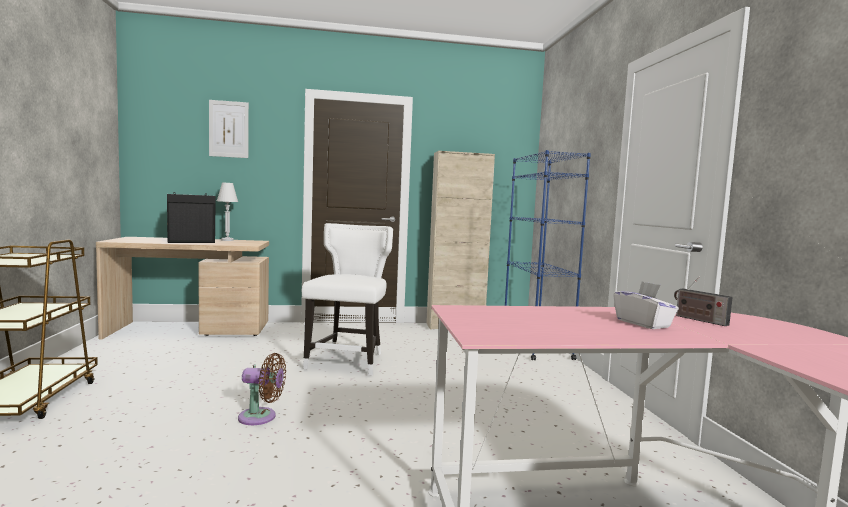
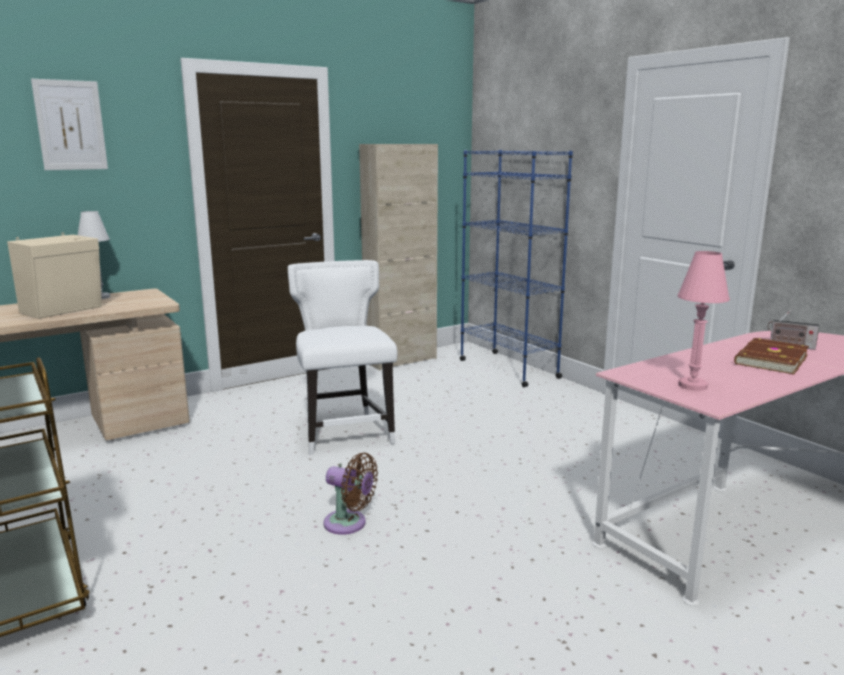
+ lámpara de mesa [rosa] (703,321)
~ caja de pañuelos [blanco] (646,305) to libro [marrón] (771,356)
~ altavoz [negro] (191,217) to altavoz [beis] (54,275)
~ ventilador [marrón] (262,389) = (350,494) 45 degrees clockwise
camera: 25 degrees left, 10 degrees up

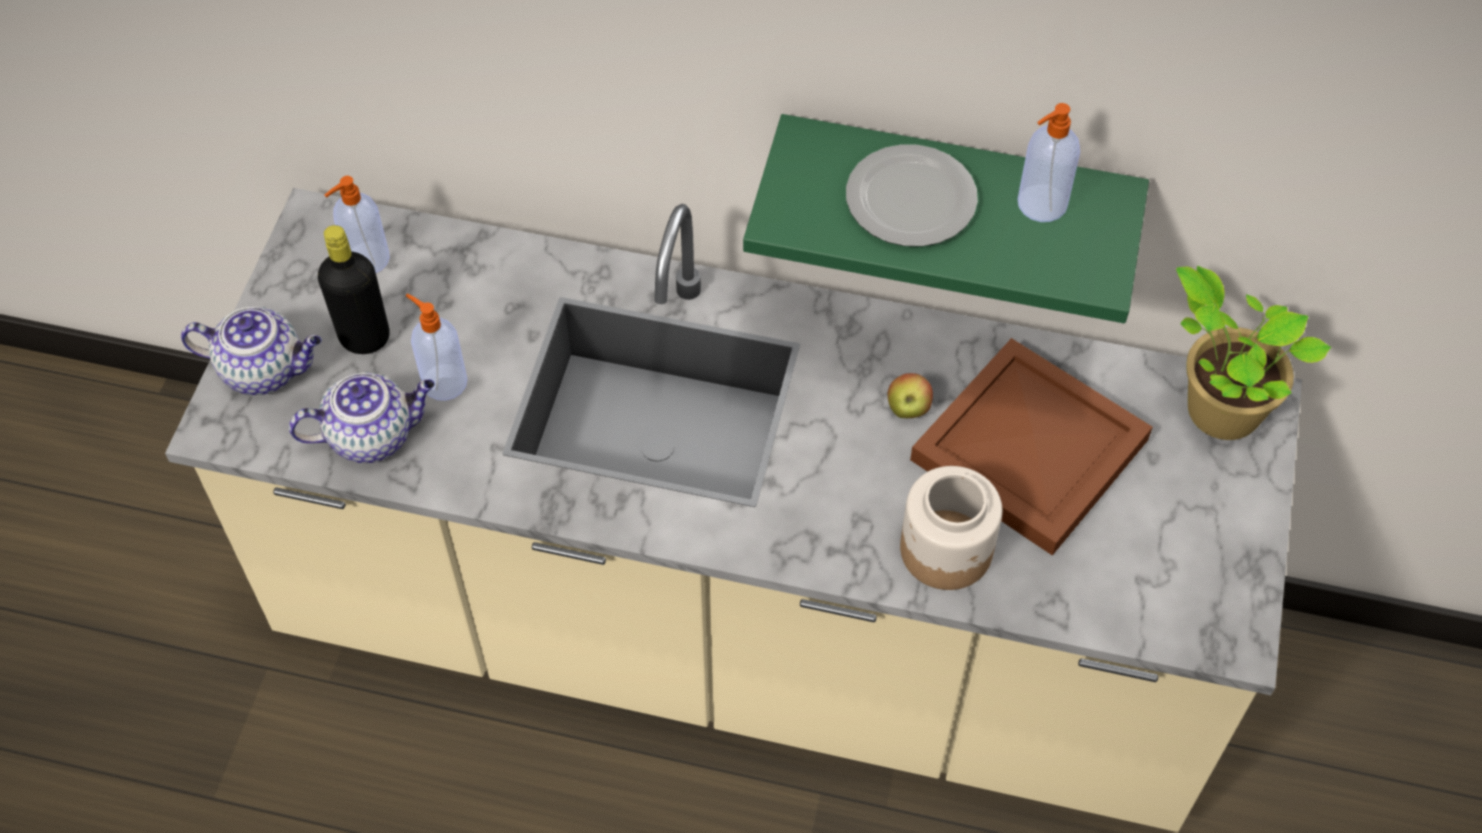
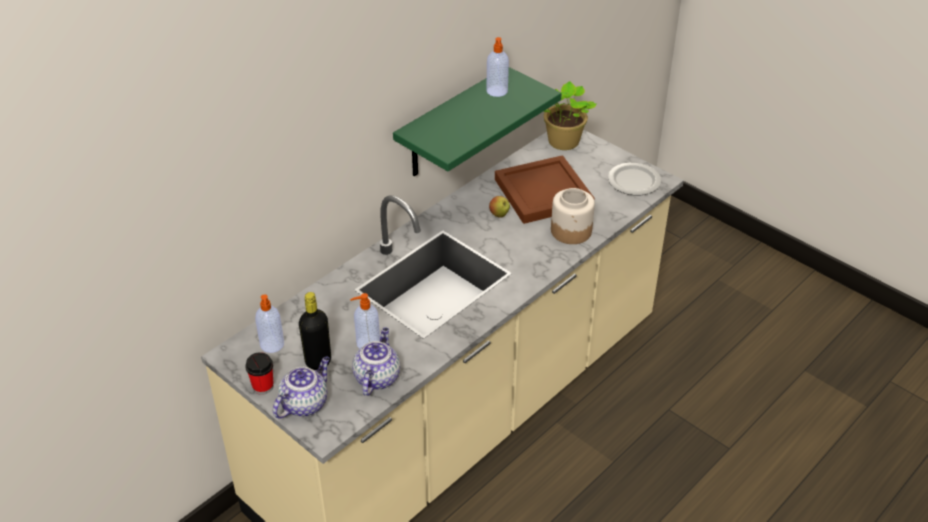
+ taza (259,373)
~ plato (912,195) to (634,179)
camera: 60 degrees left, 15 degrees down

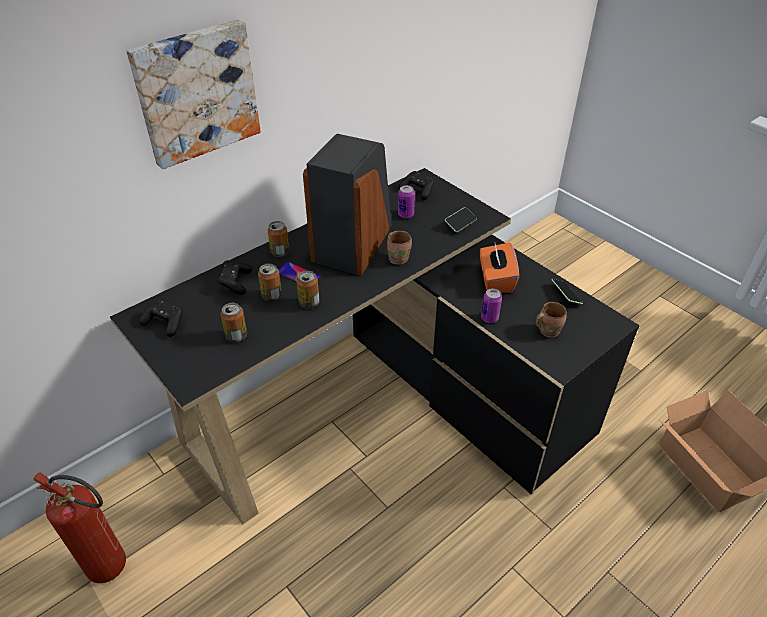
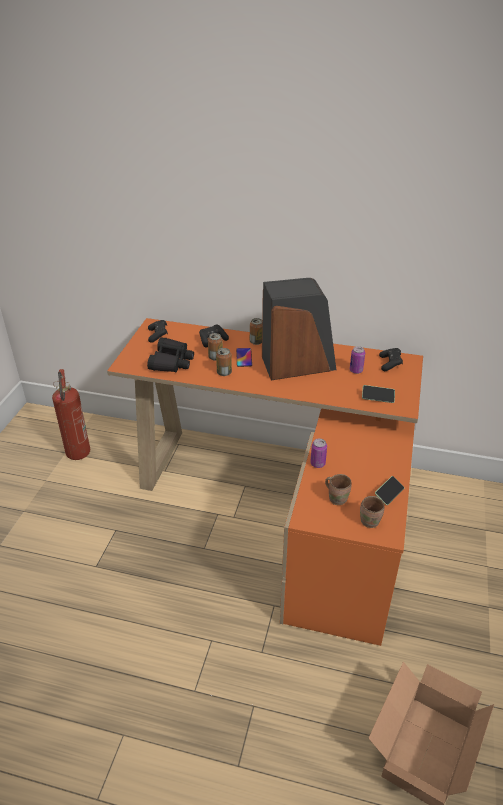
- cuadro (193,94)
- caja de pañuelos [naranja] (499,268)
~ taza grande [marrón] (399,248) to (372,512)
~ lata (234,322) to prismáticos [negro] (170,354)
~ escritorio [negro] (375,346) to escritorio [naranja] (265,482)
camera: 55 degrees right, 5 degrees down

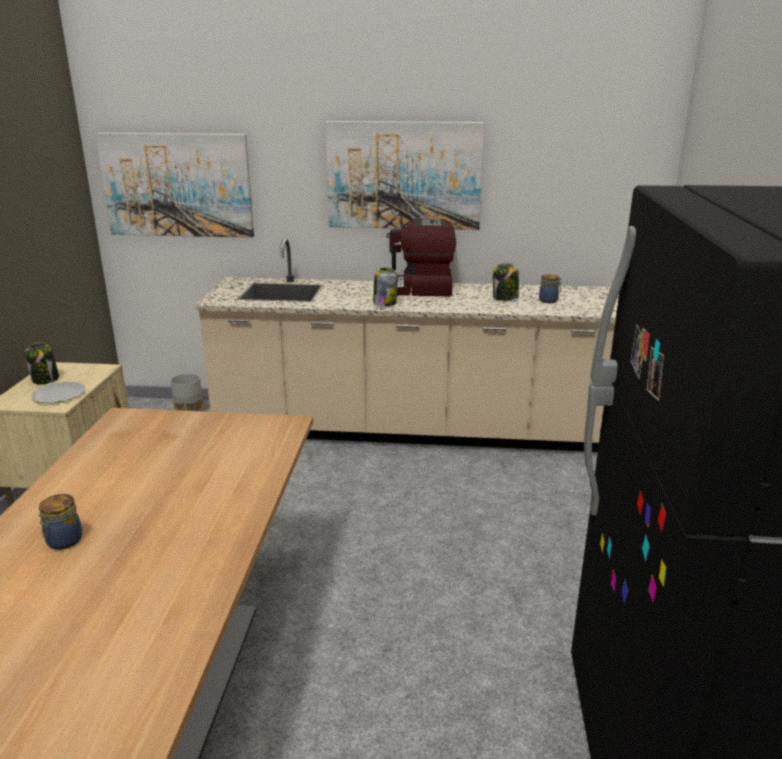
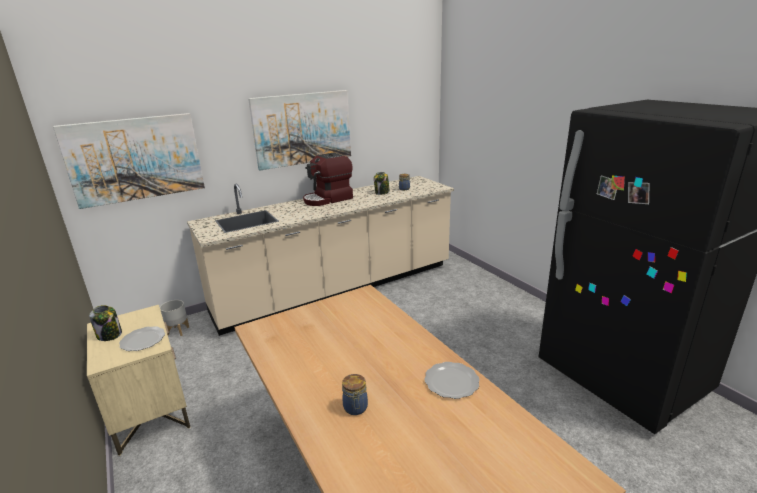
- tarro (385,287)
+ plato (452,380)
camera: 35 degrees left, 0 degrees up

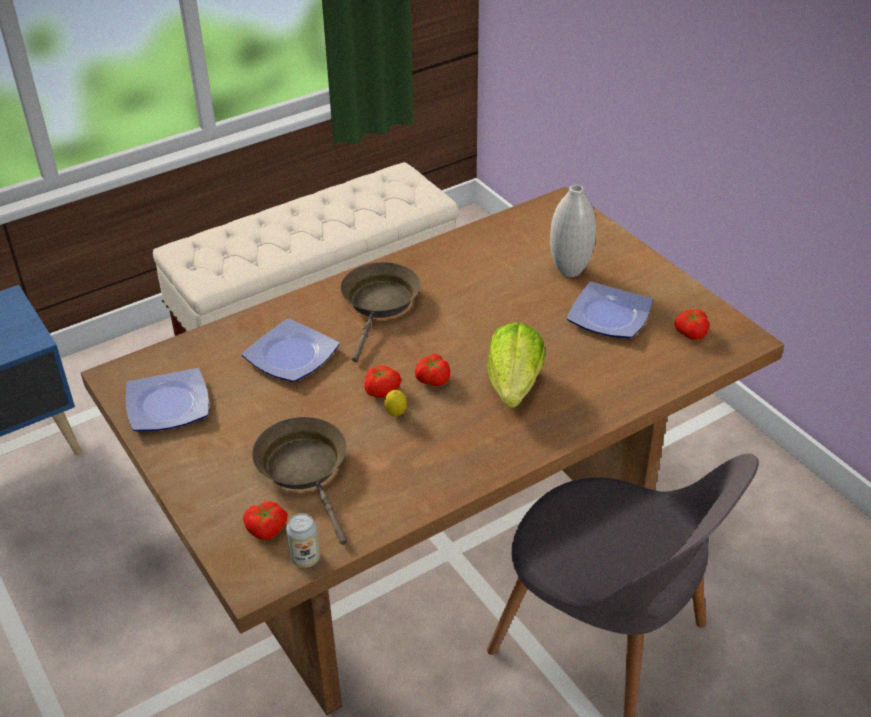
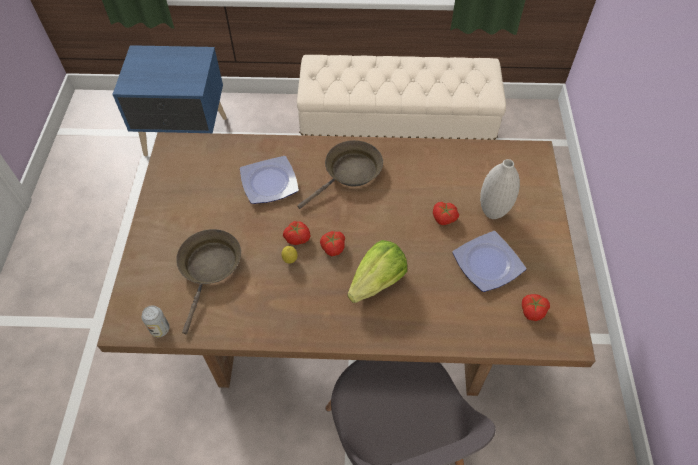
- plato (167,399)
~ tomate (265,521) to (446,213)
camera: 35 degrees right, 15 degrees up

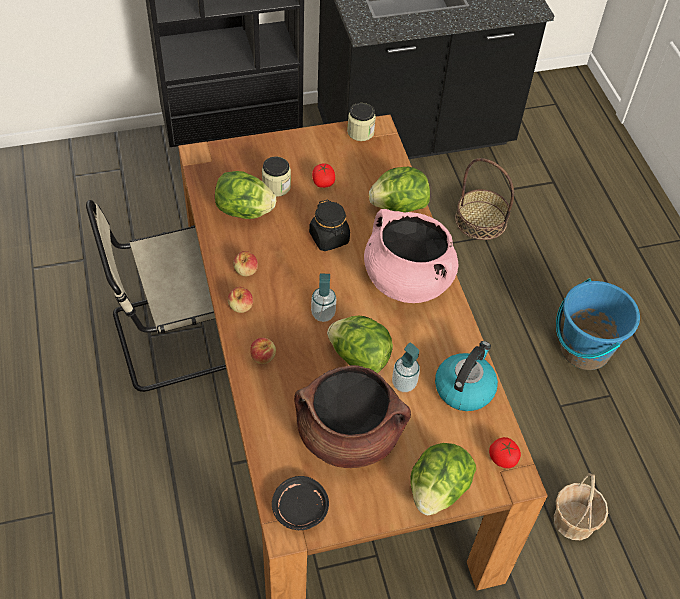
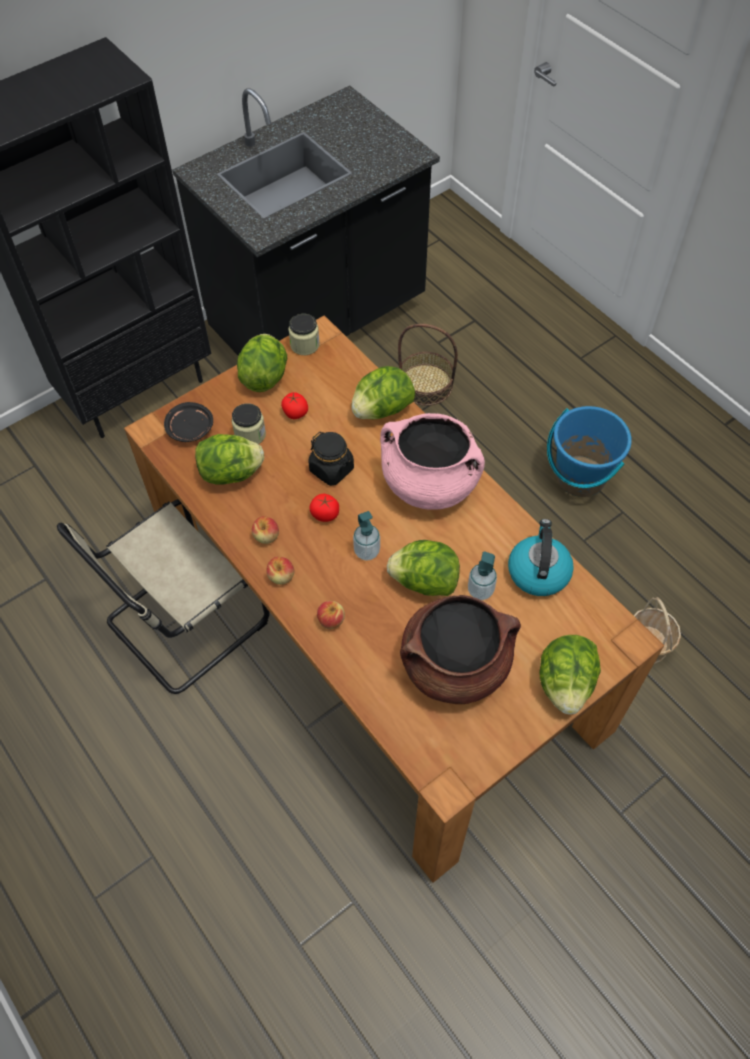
+ lechuga (262,363)
~ plato [negro] (300,503) to (188,422)
~ tomate (505,452) to (324,508)
camera: 20 degrees left, 5 degrees up

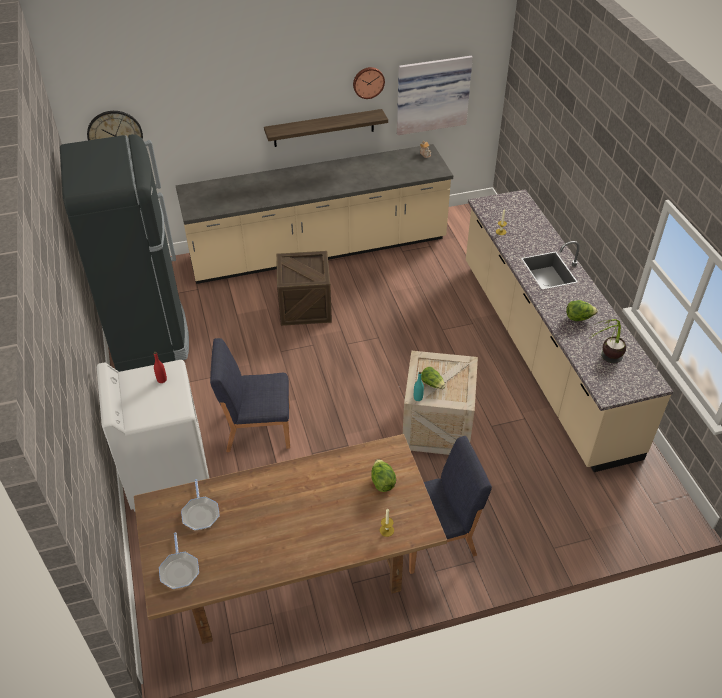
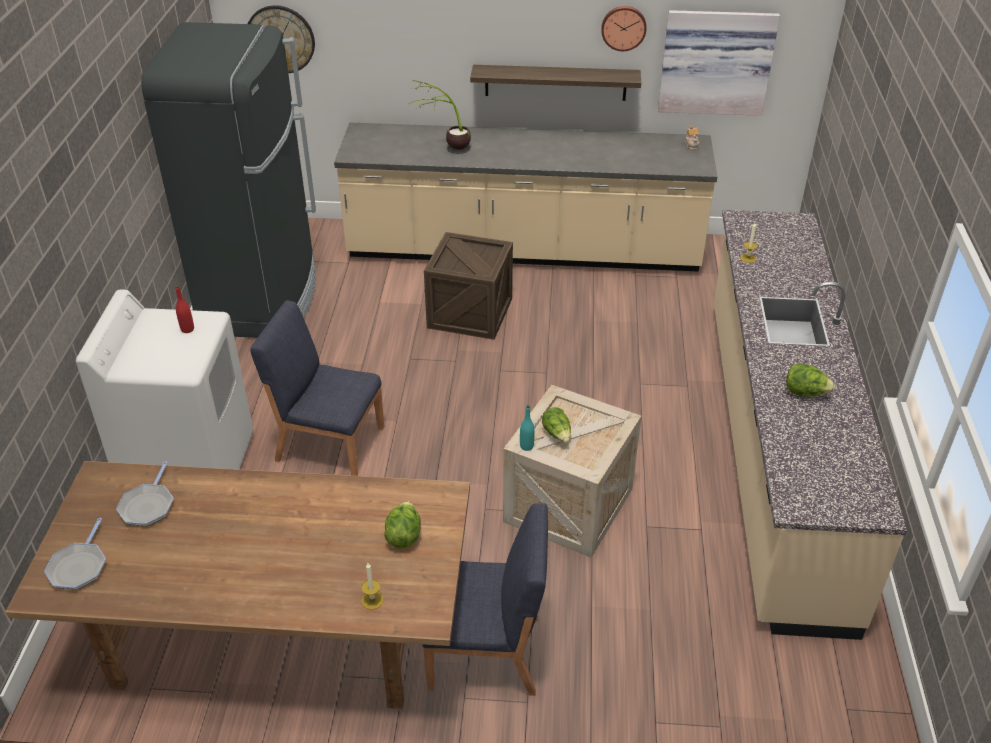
~ planta en maceta (608,341) to (440,117)
camera: 20 degrees right, 5 degrees down

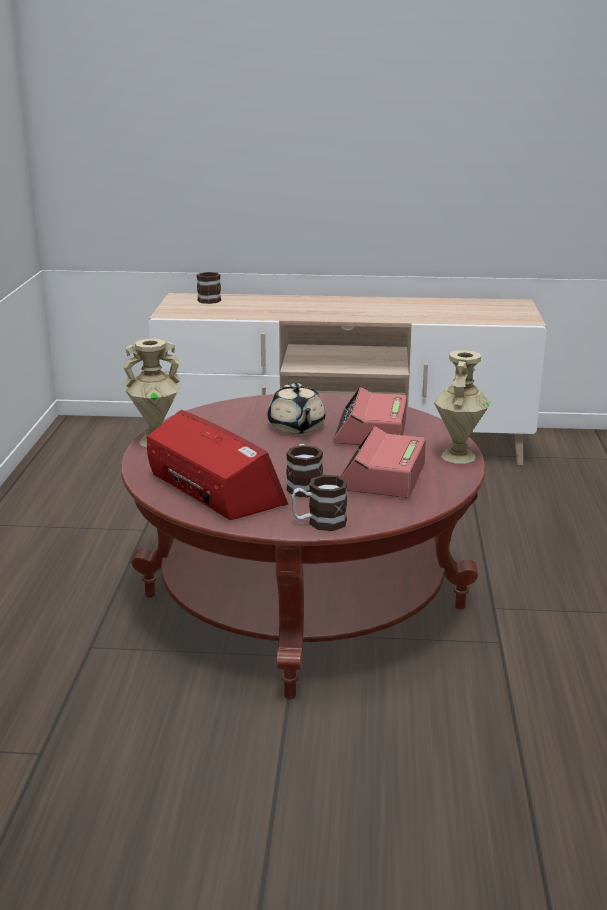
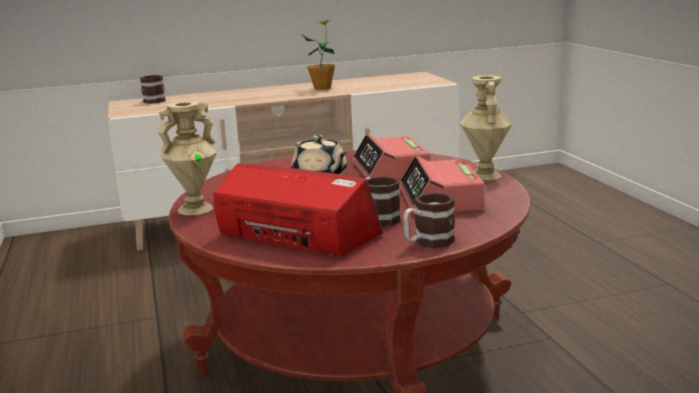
+ planta en maceta (319,54)
camera: 20 degrees left, 5 degrees down

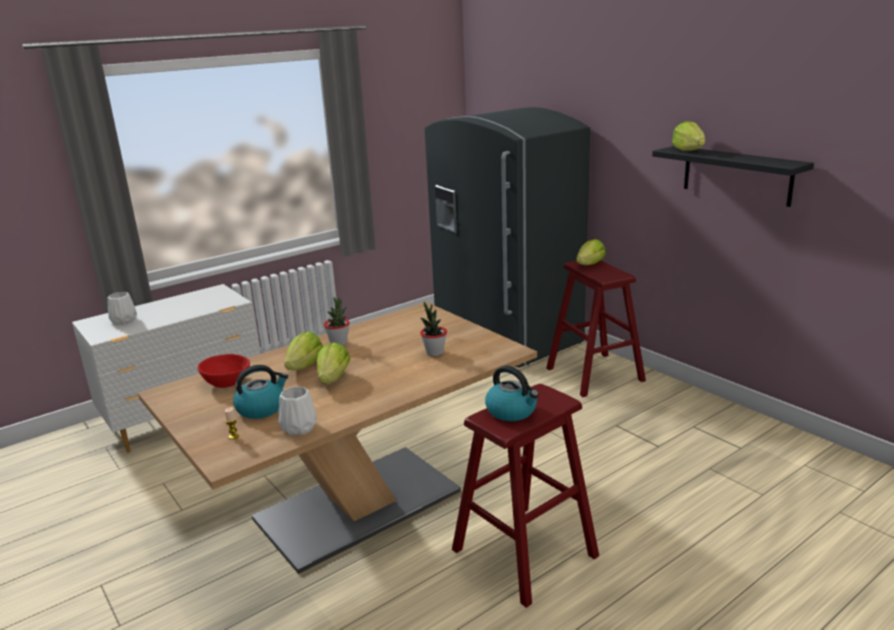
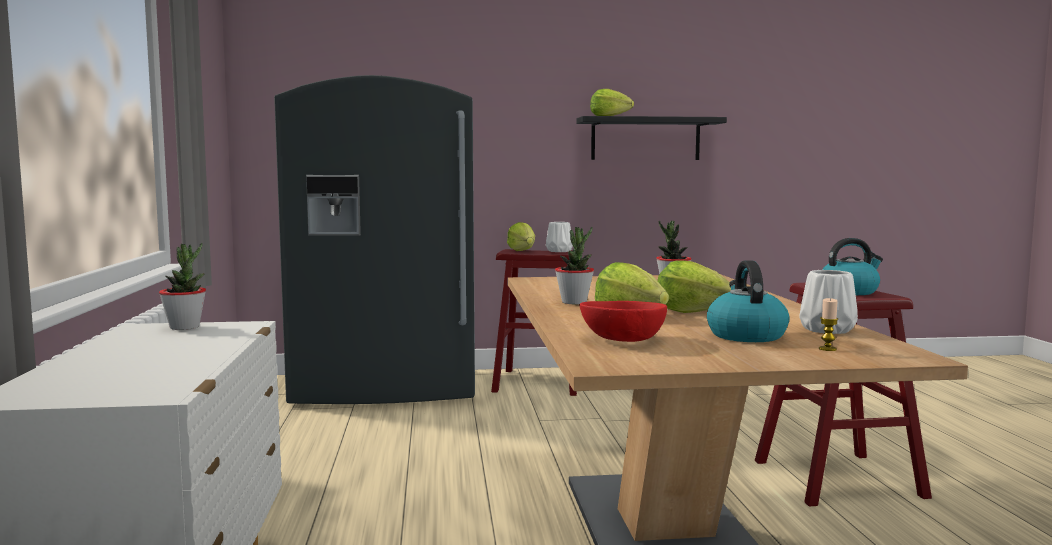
+ planta en maceta (182,286)
~ florero [blanco] (122,308) to (559,237)
camera: 60 degrees left, 15 degrees down

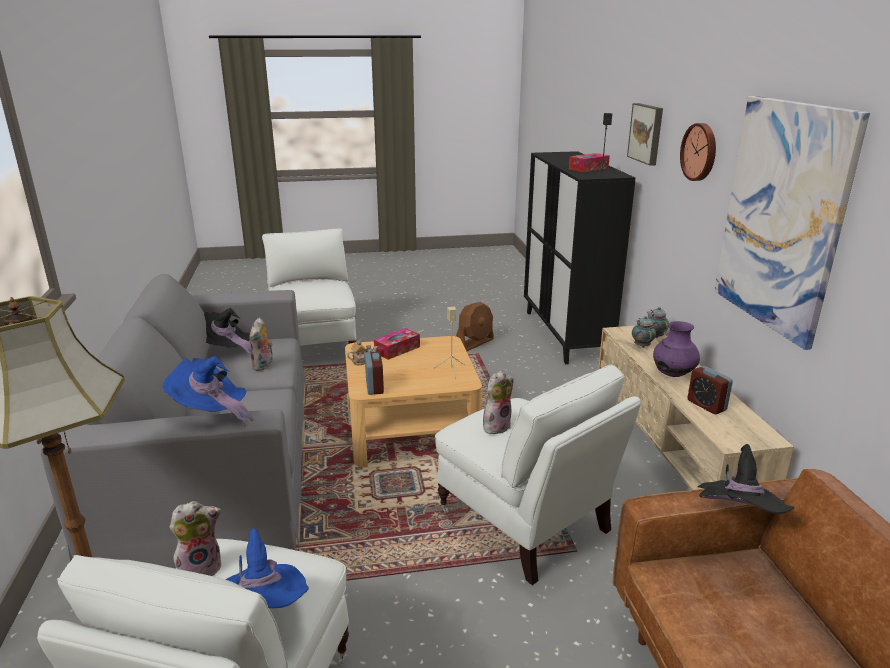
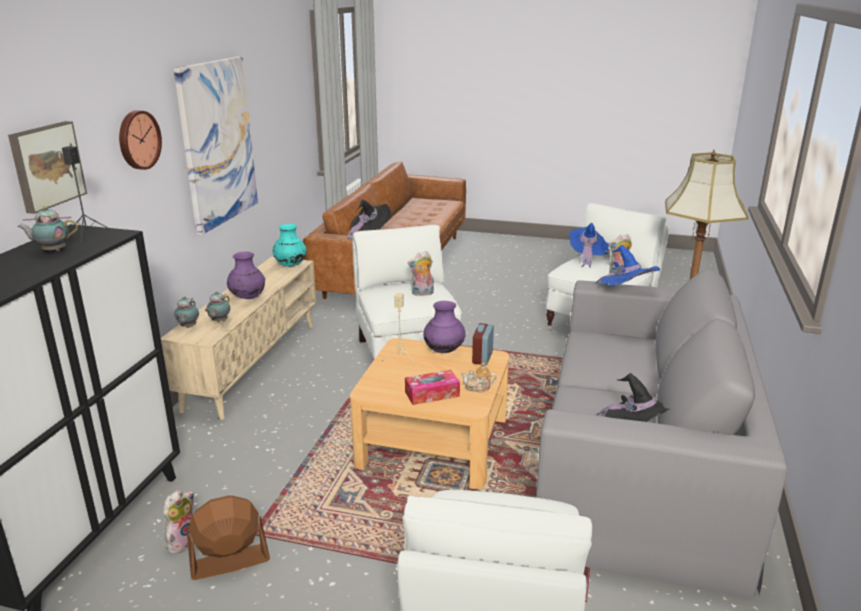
- despertador (710,390)
+ florero [turquesa] (289,245)
+ florero [morado] (444,327)
~ peluche (261,344) to (178,522)
~ caja de pañuelos (589,162) to tetera (47,229)
camera: 155 degrees left, 0 degrees up

